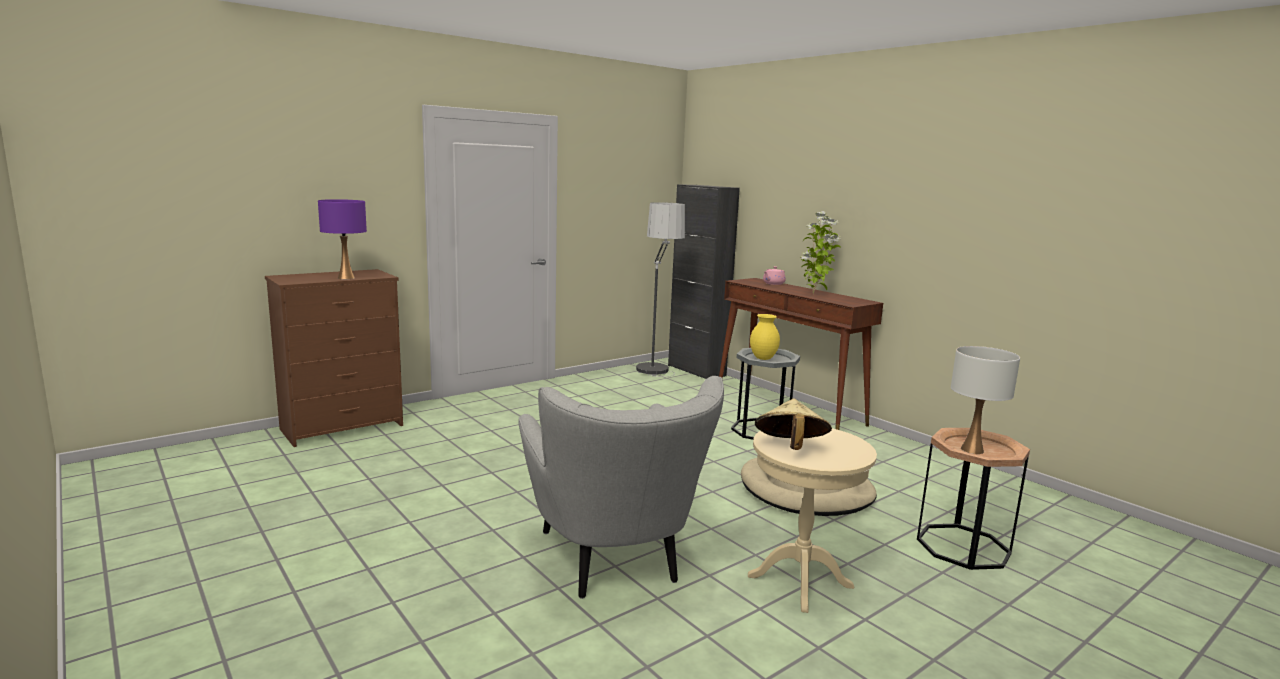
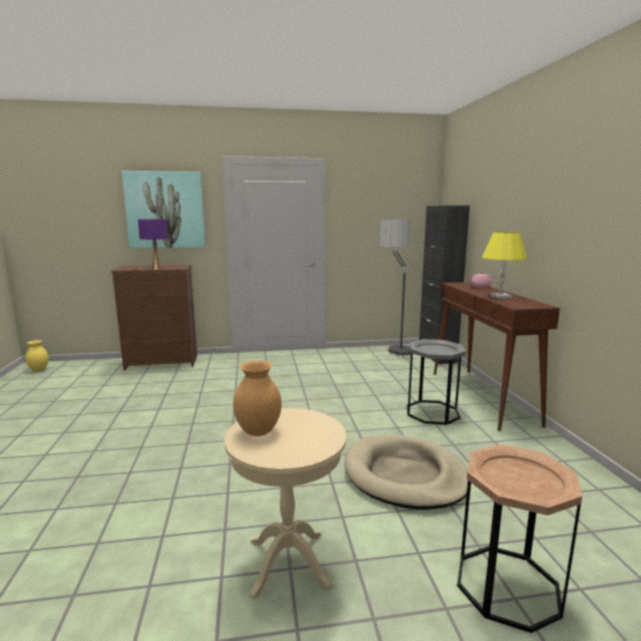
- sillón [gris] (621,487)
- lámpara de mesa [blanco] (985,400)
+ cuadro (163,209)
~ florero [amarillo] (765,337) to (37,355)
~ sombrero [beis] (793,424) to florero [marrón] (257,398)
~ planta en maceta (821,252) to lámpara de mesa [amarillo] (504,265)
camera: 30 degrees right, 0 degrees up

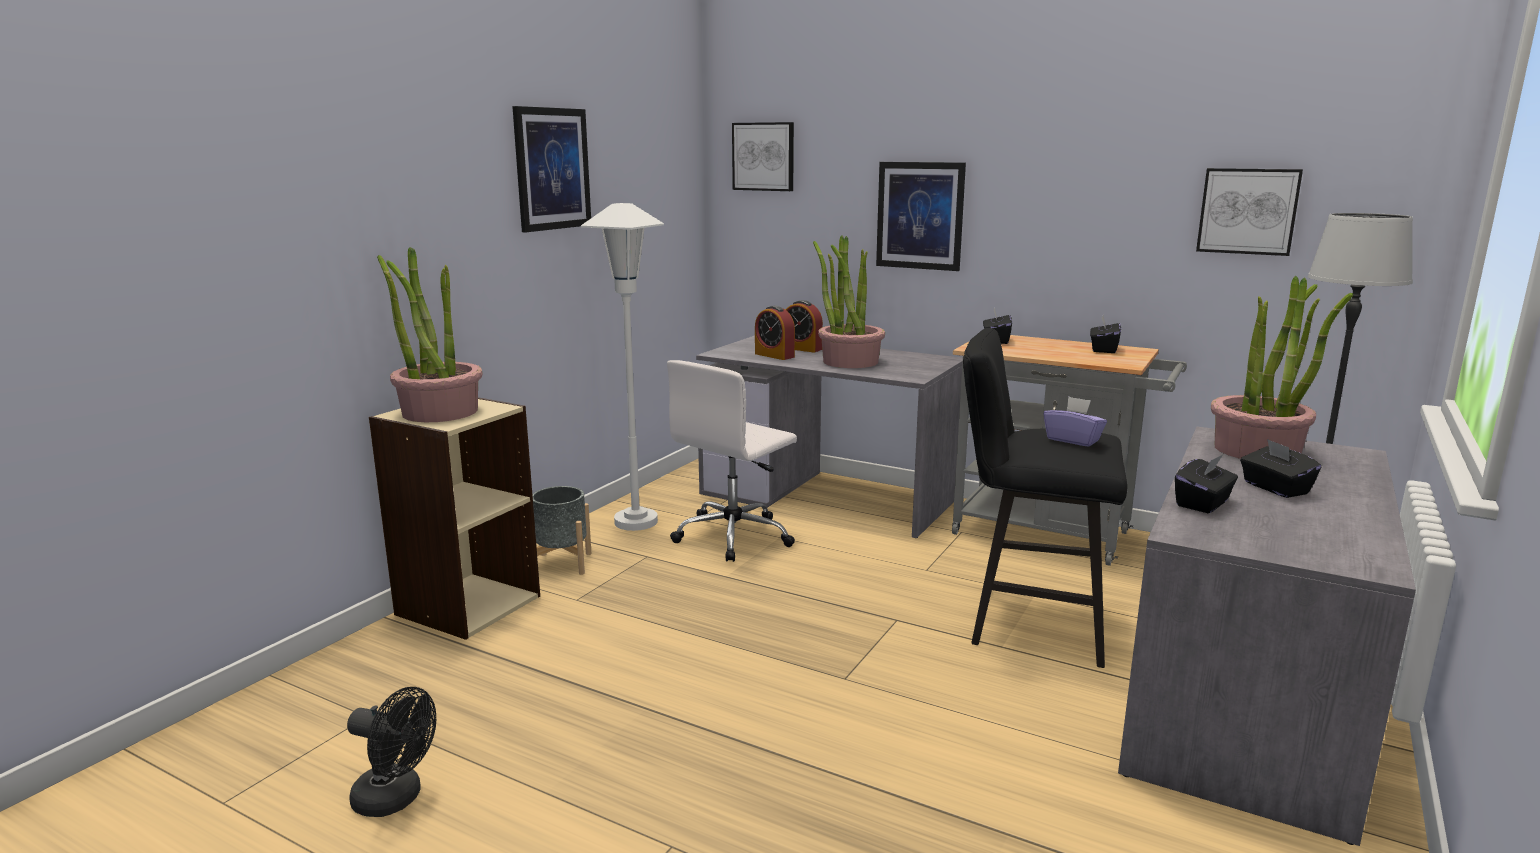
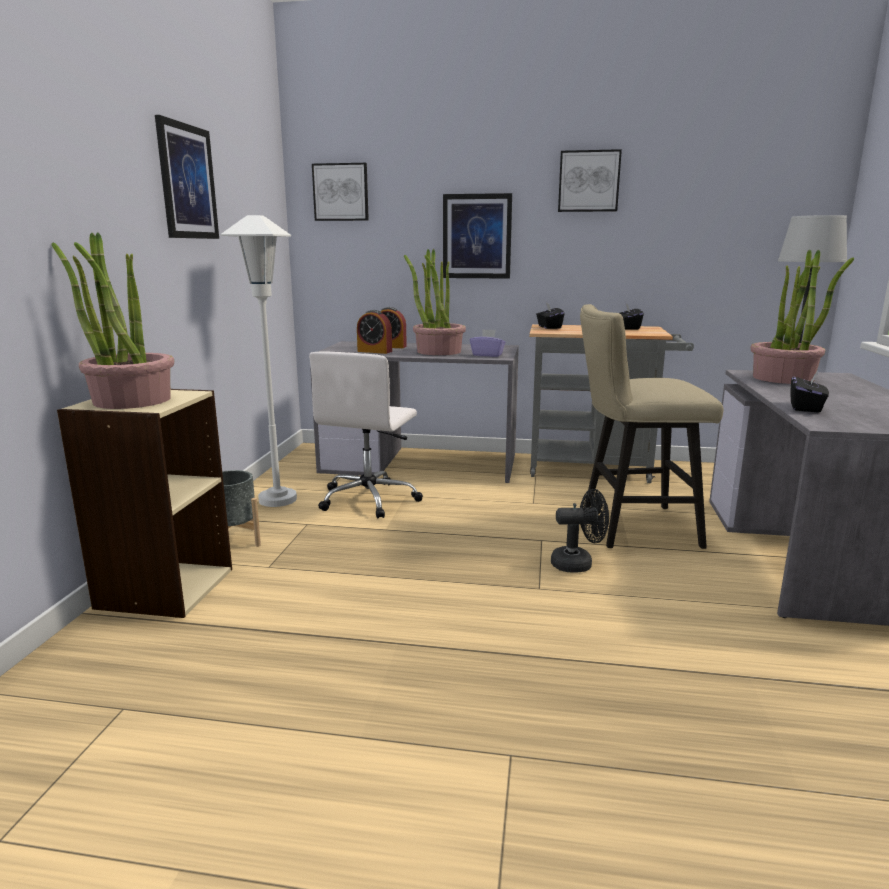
- caja de pañuelos [negro] (1280,468)
~ ventilador [negro] (391,752) to (580,531)
~ caja de pañuelos [morado] (1075,422) to (488,343)
~ cuadro (1249,212) to (590,180)
~ taburete [negro] (1045,498) to taburete [beis] (651,426)
camera: 20 degrees left, 0 degrees up

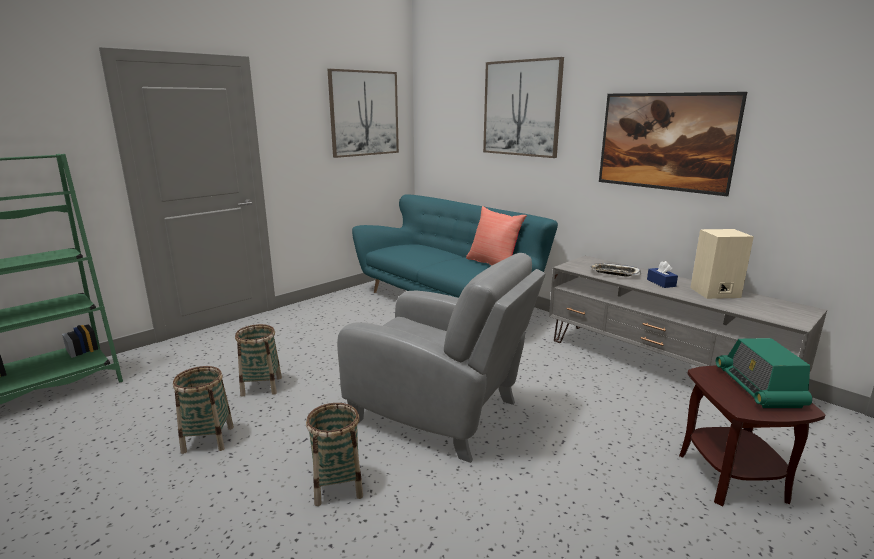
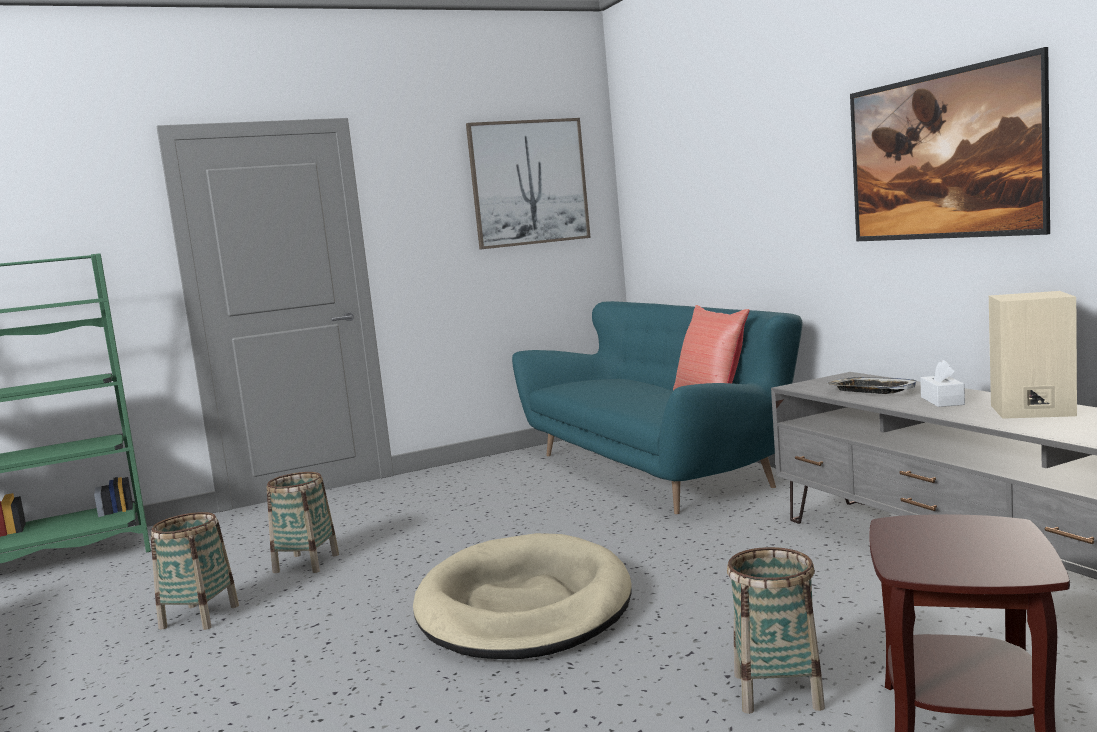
- cuadro (523,107)
- radio (764,373)
~ cesta (334,454) to (776,630)
~ sillón [gris] (441,358) to cama para perro [beis] (522,596)
~ caja de pañuelos [azul] (662,274) to caja de pañuelos [blanco] (942,383)
camera: 20 degrees right, 10 degrees down

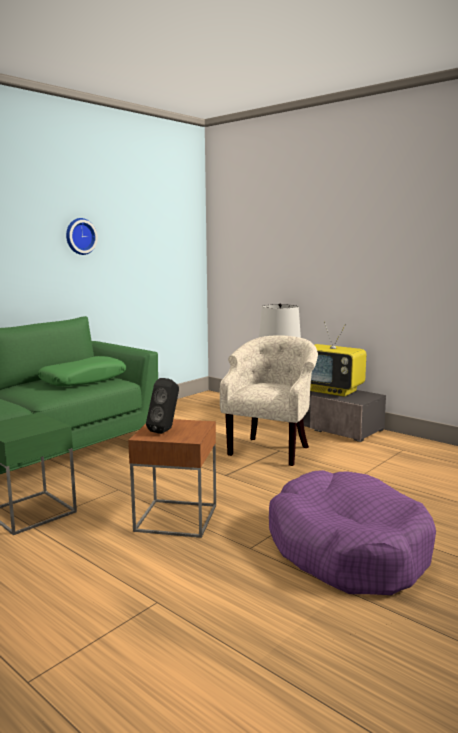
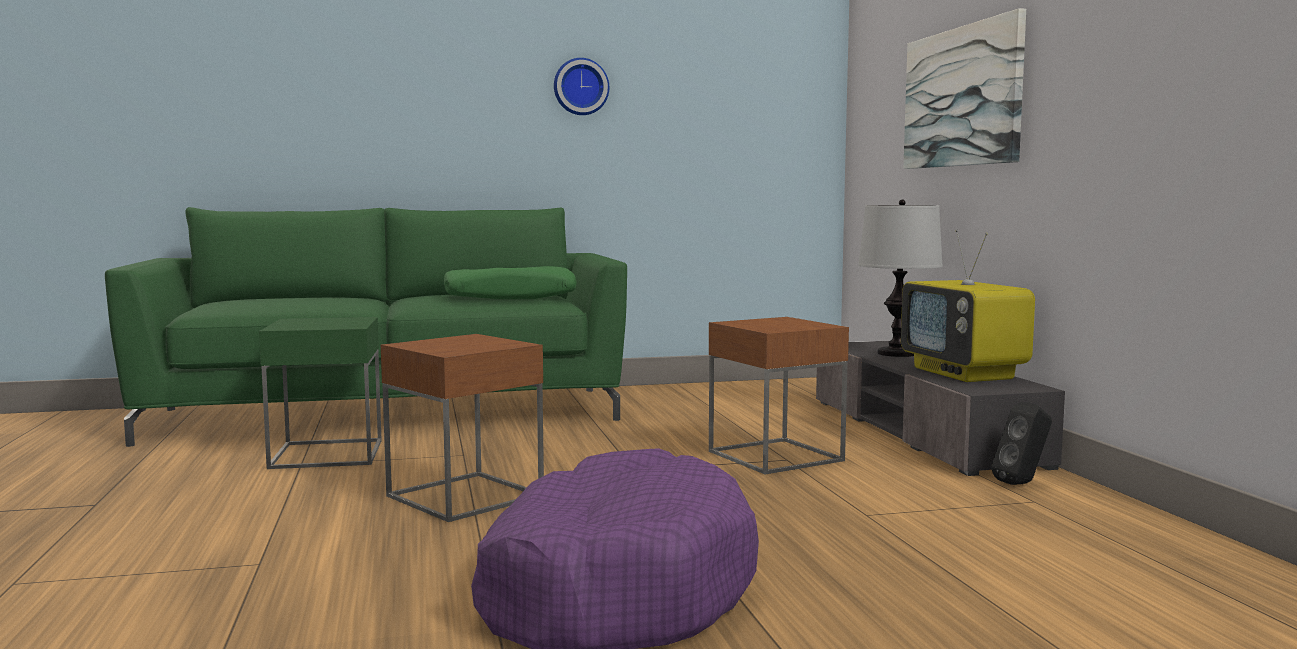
+ cuadro (964,88)
~ altavoz [negro] (162,406) to (1021,443)
~ sillón [beis] (269,400) to mesa auxiliar [marrón] (779,395)
camera: 35 degrees right, 5 degrees down

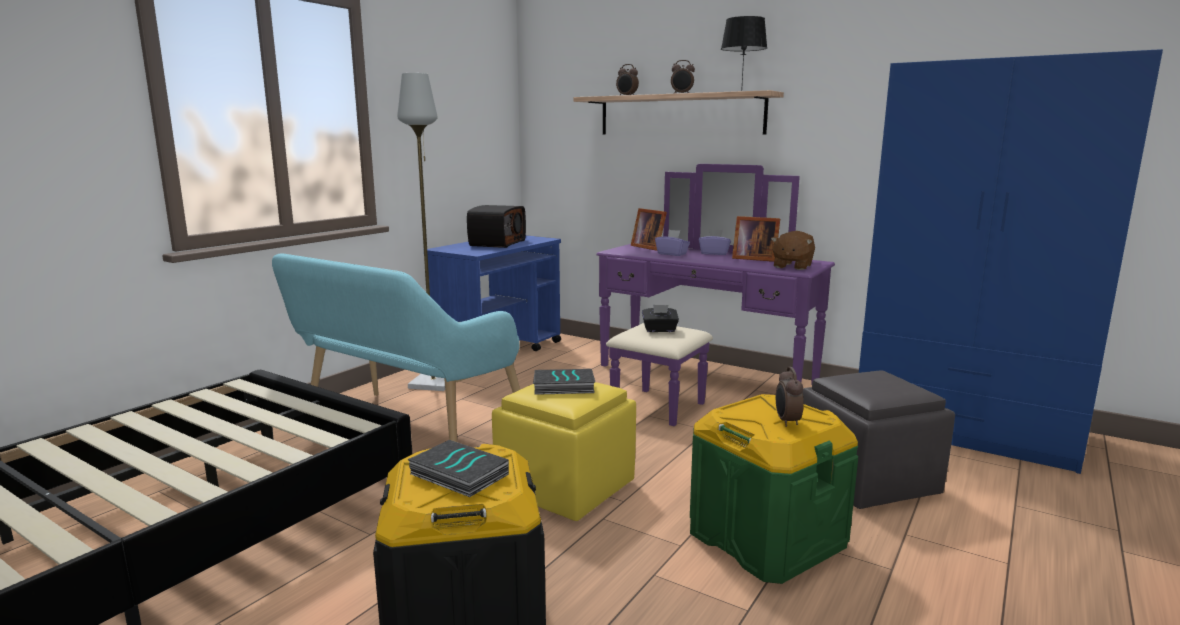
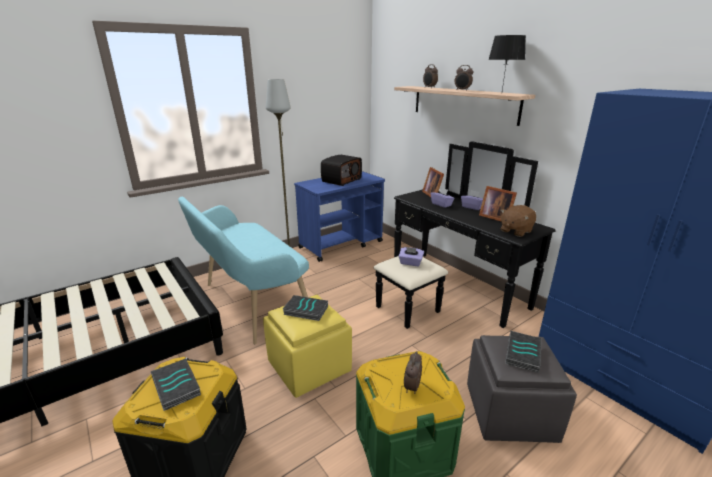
+ libro (523,351)
~ cómoda [morado] (715,295) to cómoda [negro] (465,235)
~ caja de pañuelos [negro] (660,318) to caja de pañuelos [morado] (411,256)
camera: 20 degrees right, 10 degrees up

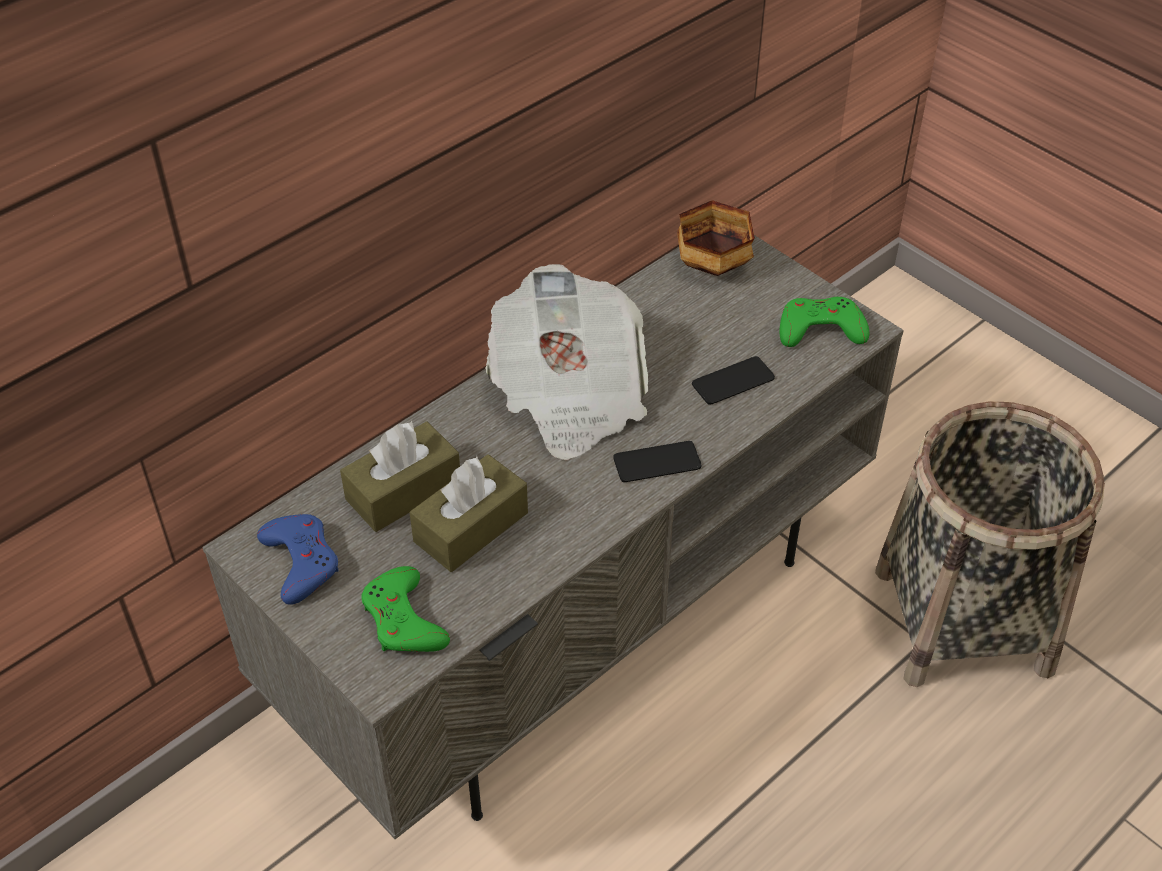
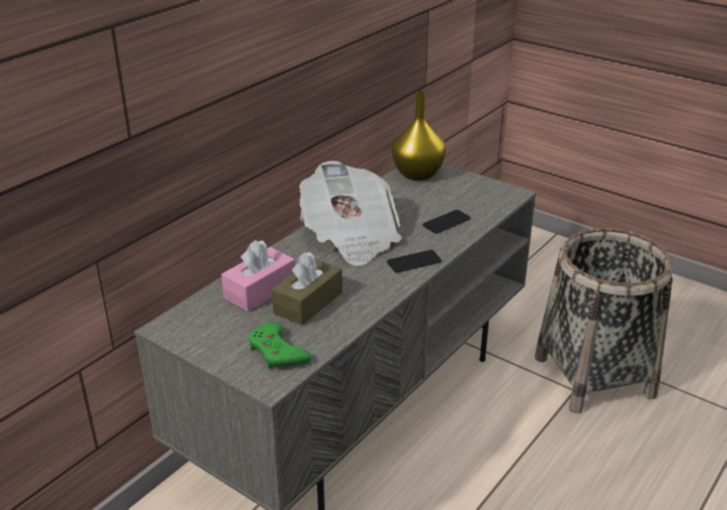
- mando de consola [azul] (297,559)
- mando de consola [verde] (824,322)
~ cuenco (716,238) to florero [amarillo] (418,136)
~ caja de pañuelos [marrón] (400,476) to caja de pañuelos [rosa] (258,276)
camera: 10 degrees left, 15 degrees down

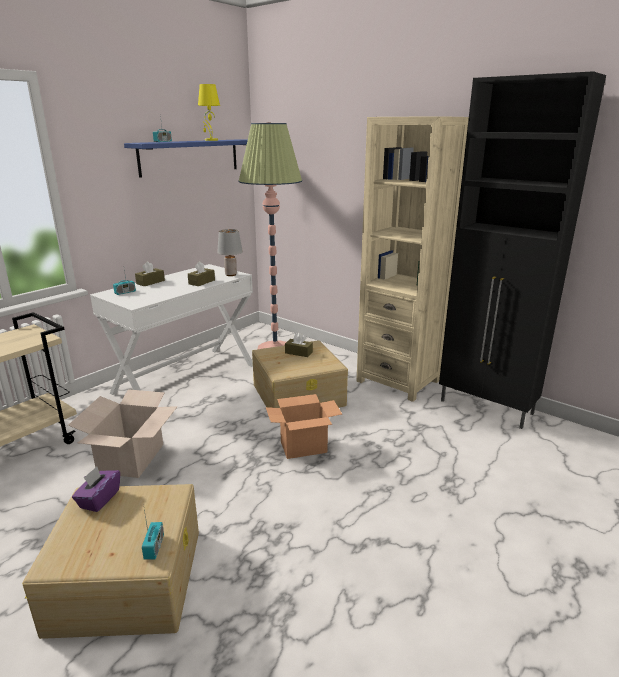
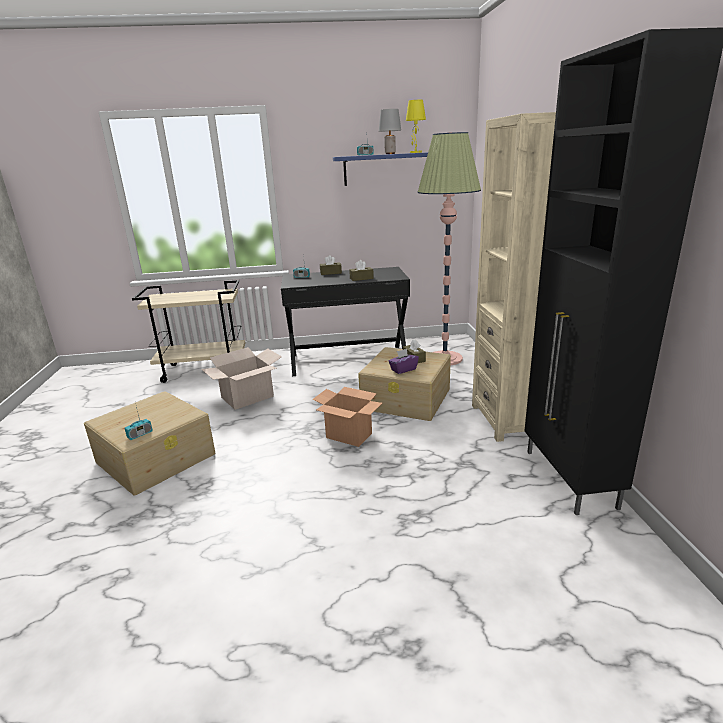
~ caja de pañuelos [morado] (96,489) to (404,361)
~ lámpara de mesa [gris] (230,252) to (390,131)
~ escritorio [blanco] (171,329) to escritorio [negro] (345,321)
camera: 45 degrees right, 0 degrees up

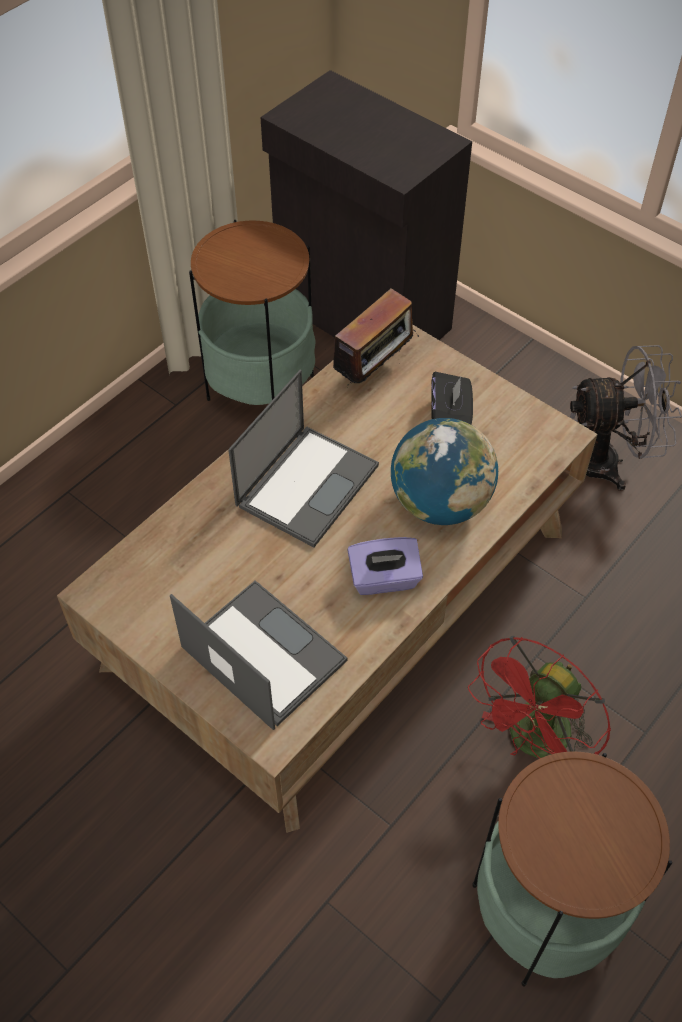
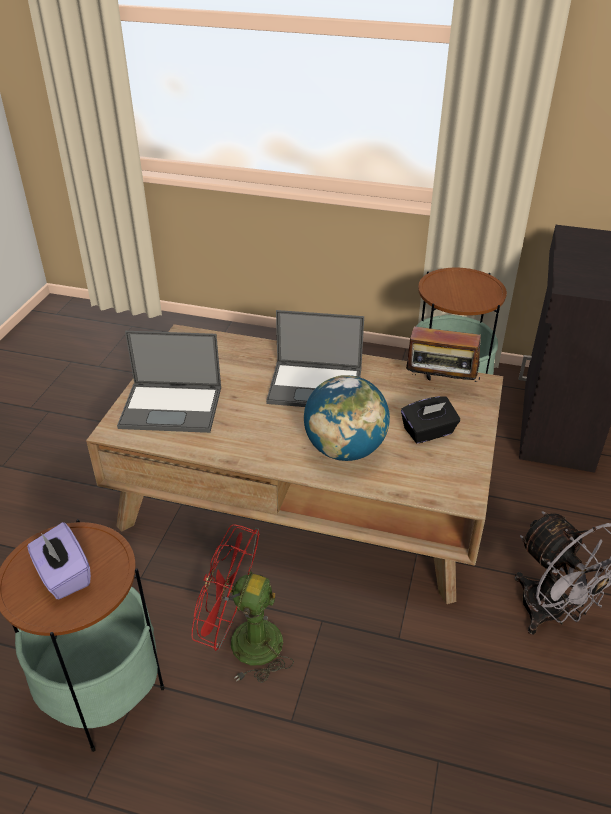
~ caja de pañuelos [morado] (385,566) to (59,560)
~ portátil (259,655) = (169,382) 75 degrees clockwise
camera: 65 degrees right, 15 degrees down

